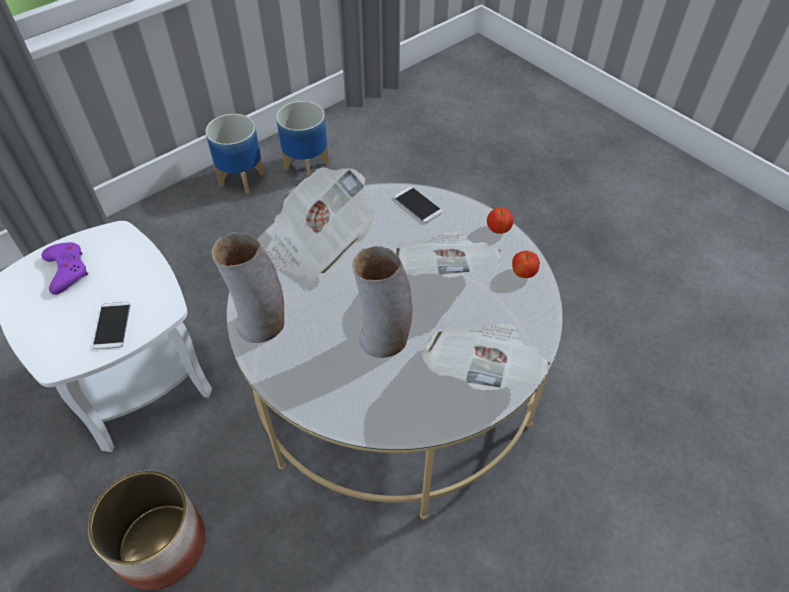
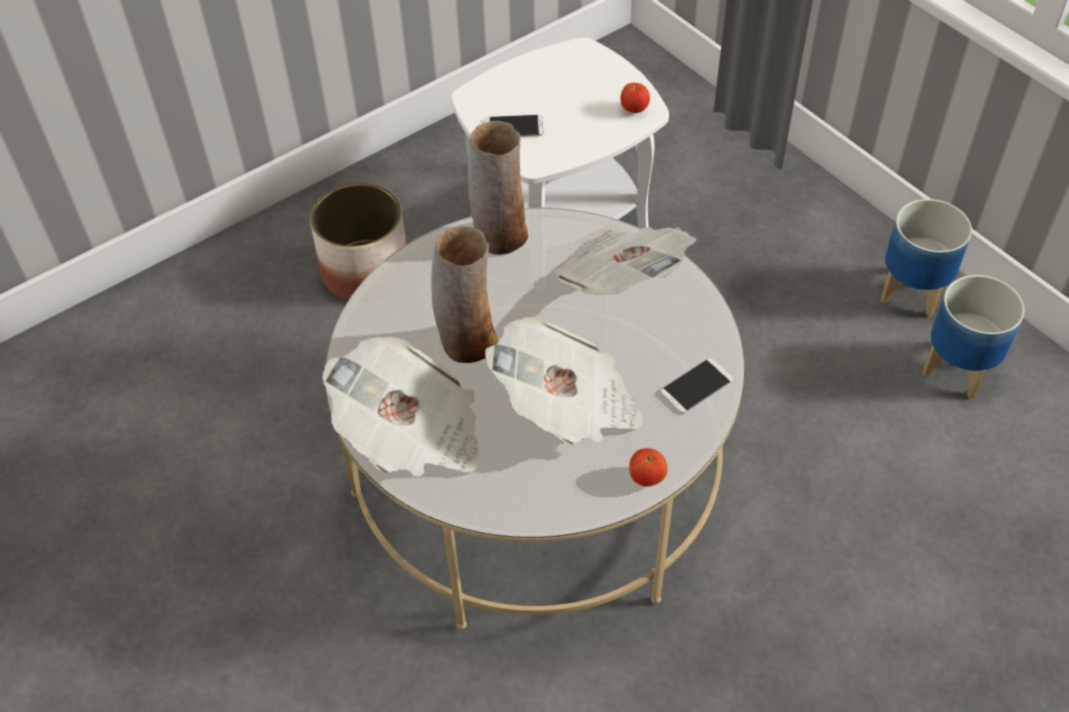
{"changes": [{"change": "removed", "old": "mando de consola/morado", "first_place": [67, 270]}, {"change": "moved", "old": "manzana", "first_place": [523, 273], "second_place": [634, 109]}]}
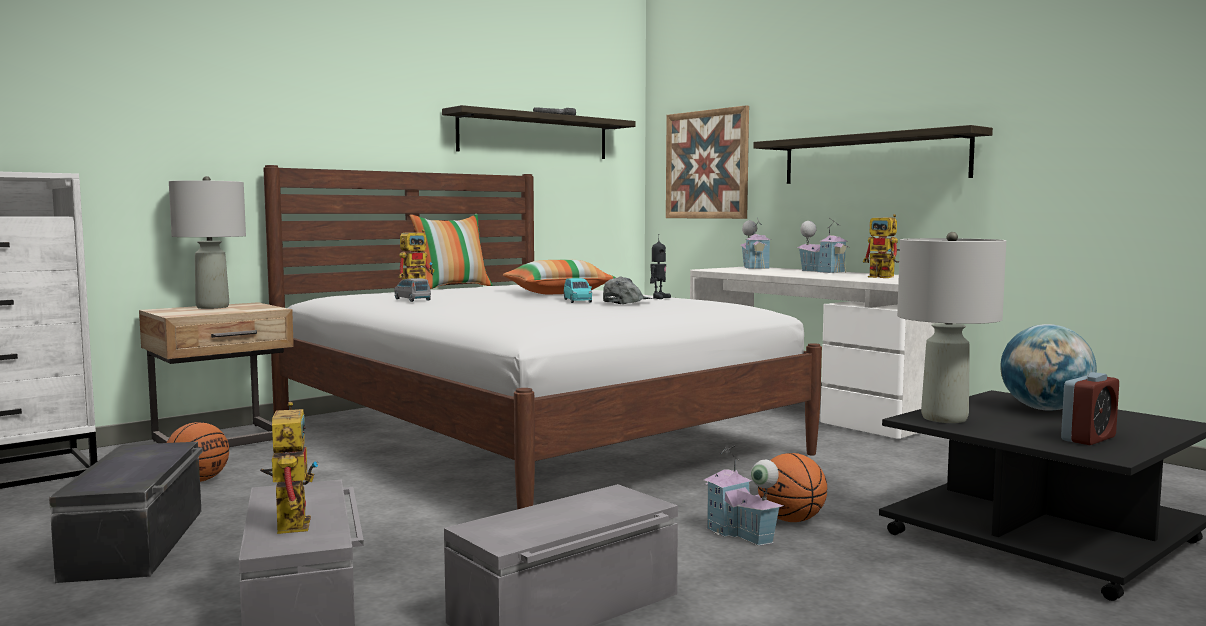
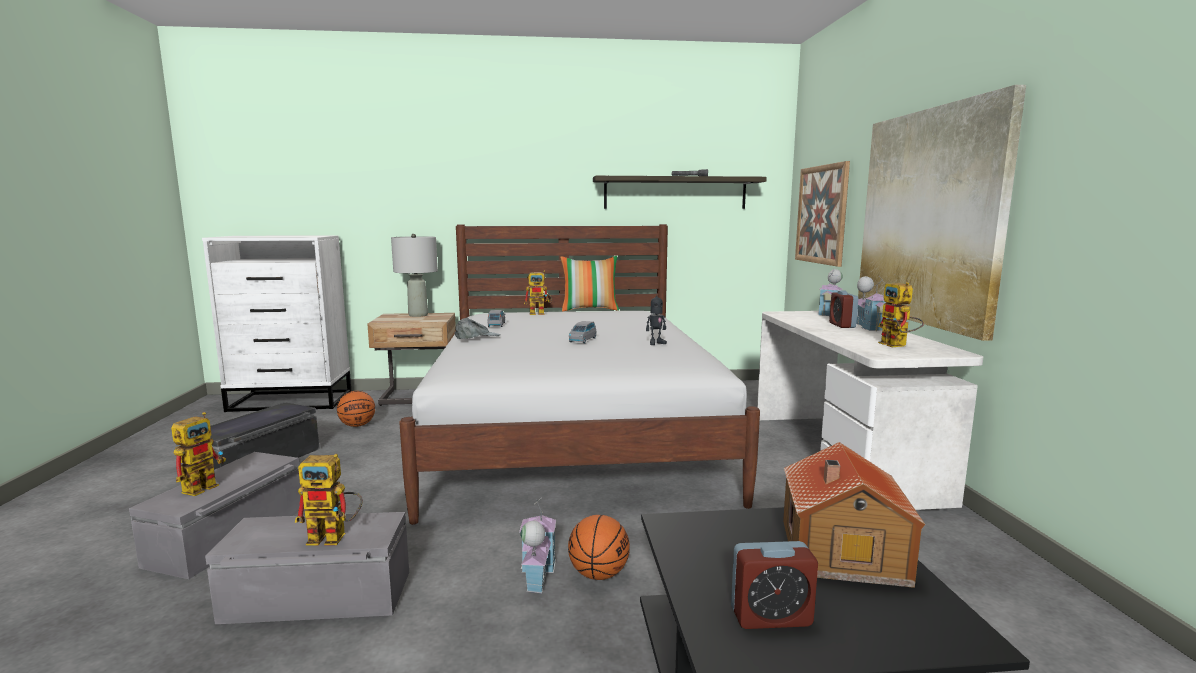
{"changes": [{"change": "replaced", "old": "estante", "new": "cuadro", "first_place": [872, 158], "second_place": [929, 217]}, {"change": "removed", "old": "lámpara de mesa/gris", "first_place": [944, 418]}, {"change": "removed", "old": "cojín", "first_place": [558, 293]}, {"change": "moved", "old": "gorra/gris", "first_place": [626, 302], "second_place": [477, 336]}, {"change": "recoloured", "old": "coche de juguete/turquesa", "new": "coche de juguete/gris", "first_place": [577, 301], "second_place": [582, 340]}, {"change": "replaced", "old": "globo terráqueo", "new": "casita", "first_place": [1044, 409], "second_place": [840, 552]}, {"change": "added", "new": "despertador", "second_place": [842, 325]}, {"change": "added", "new": "robot de juguete", "second_place": [335, 537]}]}
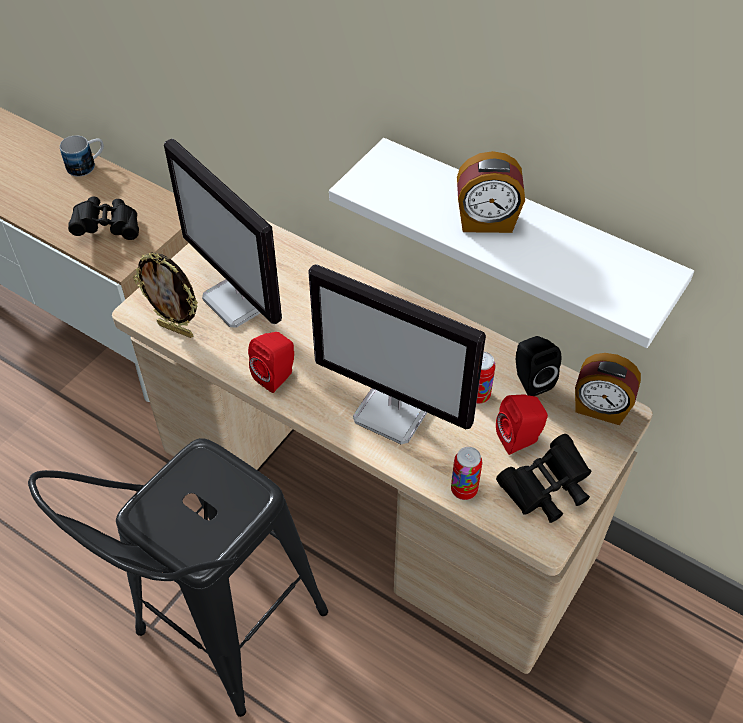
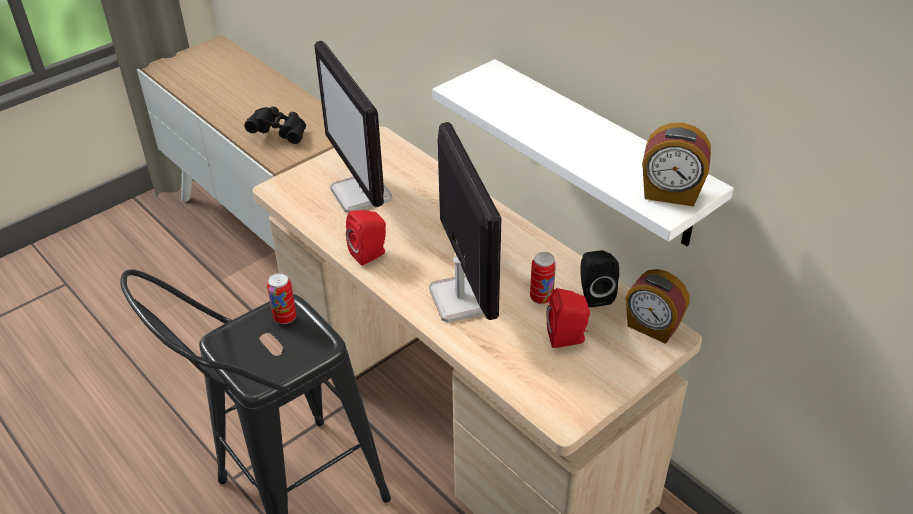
{"changes": [{"change": "removed", "old": "taza grande", "first_place": [87, 165]}, {"change": "moved", "old": "despertador", "first_place": [486, 222], "second_place": [670, 194]}, {"change": "removed", "old": "portarretratos", "first_place": [176, 329]}, {"change": "turned", "old": "monitor", "first_place": [394, 412], "second_place": [462, 297], "degrees": -150}, {"change": "removed", "old": "prismáticos/negro", "first_place": [546, 490]}, {"change": "moved", "old": "lata", "first_place": [464, 490], "second_place": [285, 318]}]}
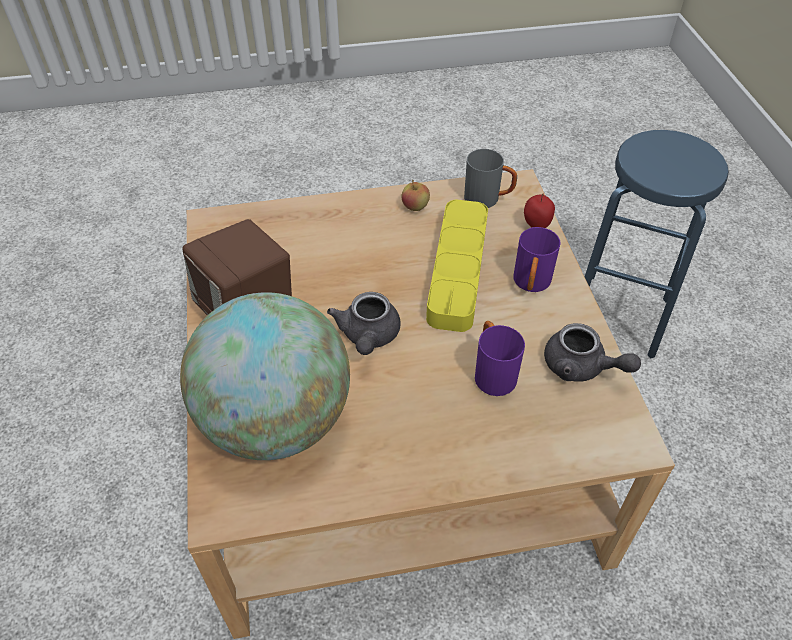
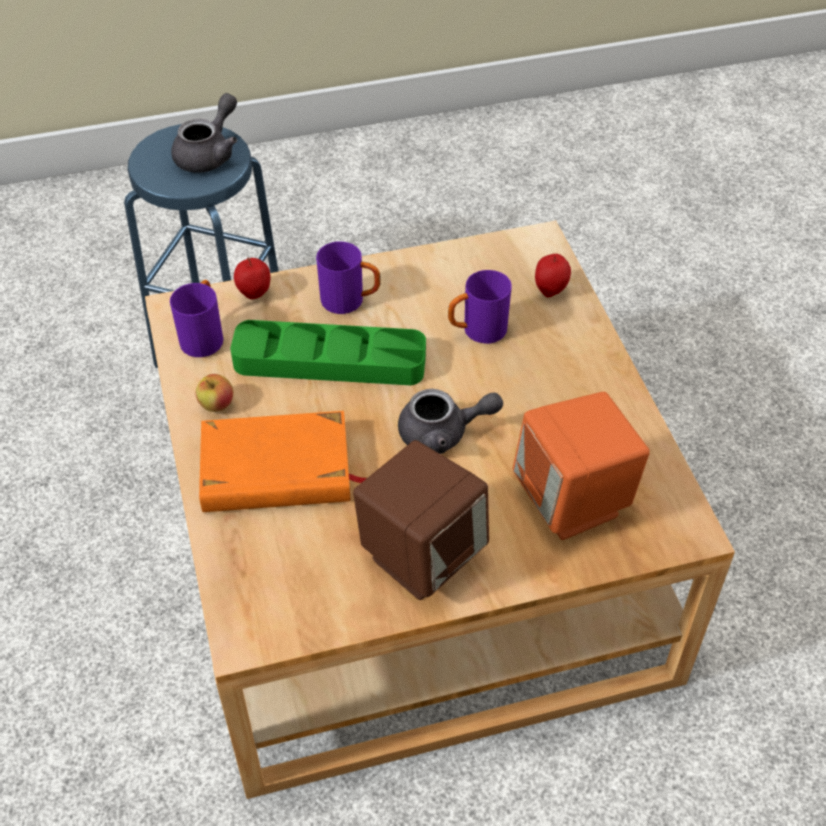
{"changes": [{"change": "recoloured", "old": "taza grande/gris", "new": "taza grande/morado", "first_place": [488, 199], "second_place": [204, 336]}, {"change": "recoloured", "old": "bandeja/amarillo", "new": "bandeja/verde", "first_place": [458, 269], "second_place": [329, 361]}, {"change": "replaced", "old": "globo terráqueo", "new": "altavoz/naranja", "first_place": [276, 421], "second_place": [573, 501]}, {"change": "moved", "old": "tetera/gris", "first_place": [581, 367], "second_place": [209, 154]}, {"change": "added", "new": "manzana", "second_place": [550, 291]}, {"change": "added", "new": "libro/naranja", "second_place": [277, 470]}]}
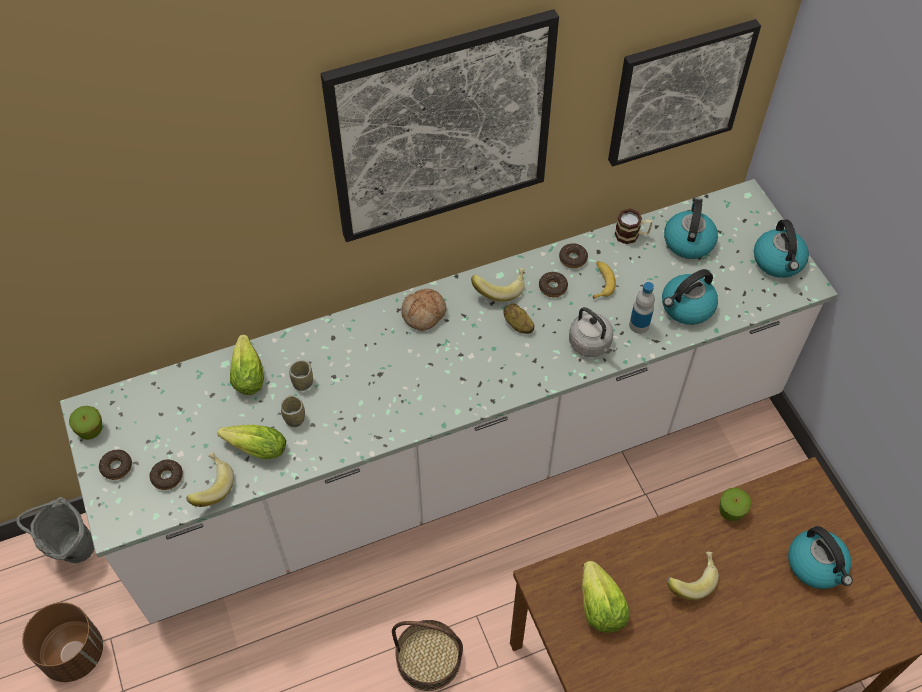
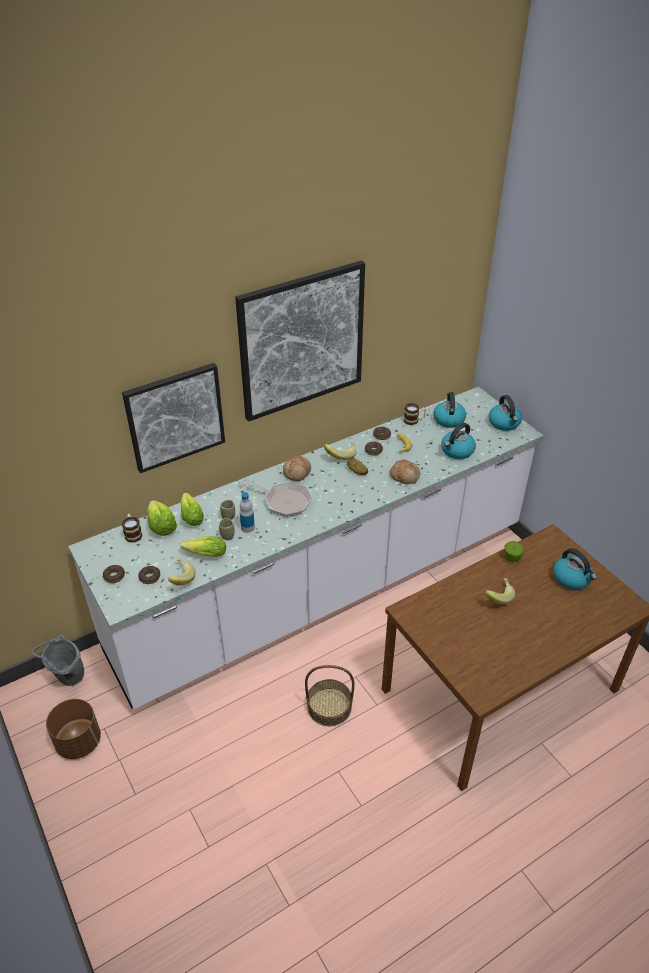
{"changes": [{"change": "moved", "old": "cuadro", "first_place": [678, 92], "second_place": [175, 417]}, {"change": "moved", "old": "botella", "first_place": [639, 325], "second_place": [247, 527]}, {"change": "replaced", "old": "hervidor/gris", "new": "pan", "first_place": [591, 345], "second_place": [405, 476]}, {"change": "removed", "old": "manzana", "first_place": [90, 430]}, {"change": "moved", "old": "lechuga", "first_place": [600, 607], "second_place": [161, 527]}, {"change": "added", "new": "sartén", "second_place": [284, 501]}, {"change": "added", "new": "taza grande", "second_place": [133, 533]}]}
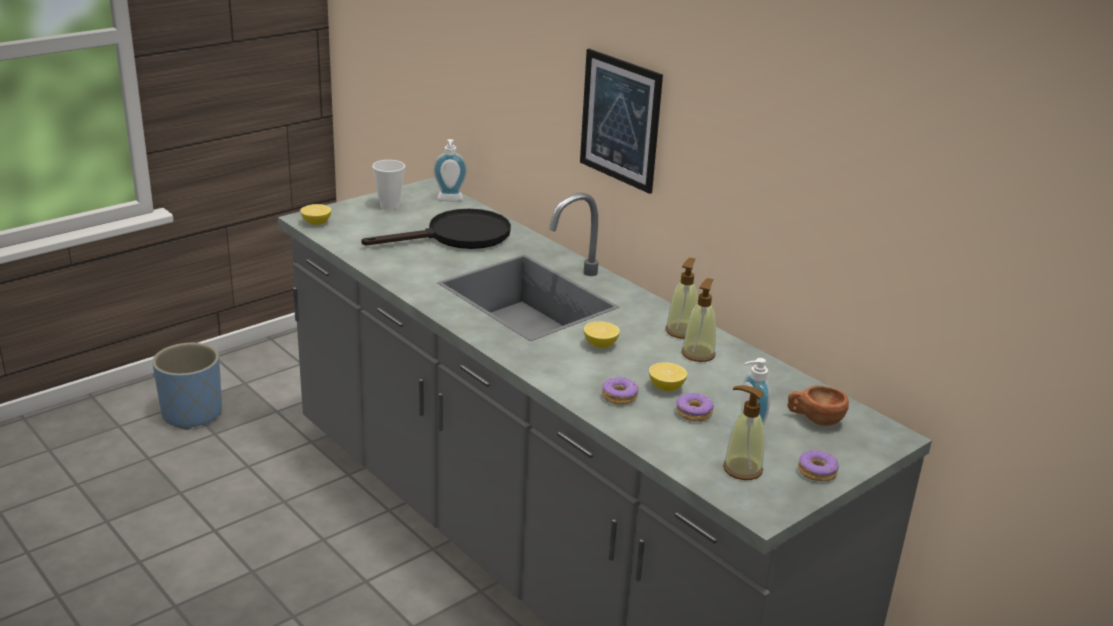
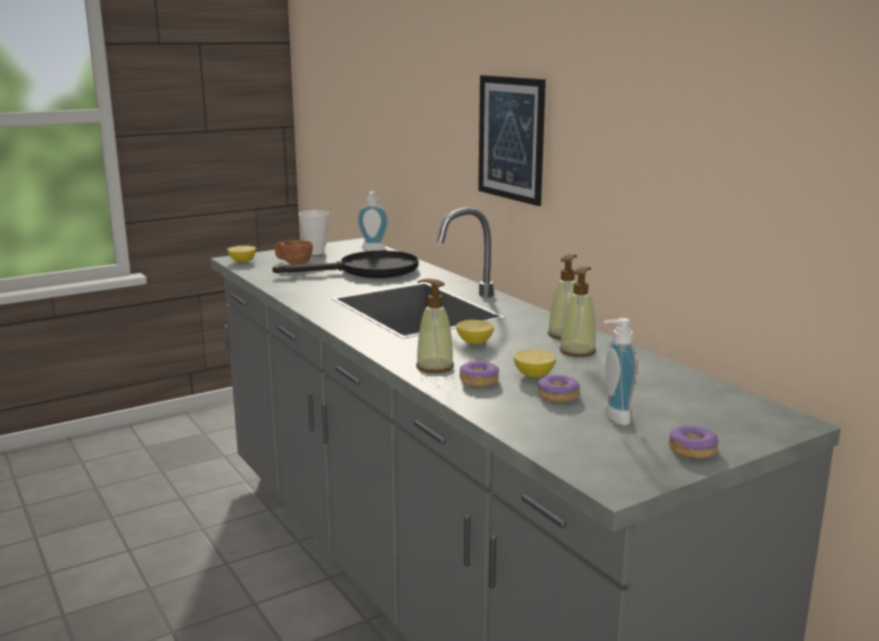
{"changes": [{"change": "removed", "old": "maceta/azul", "first_place": [192, 414]}, {"change": "moved", "old": "dispensador de jabón", "first_place": [742, 469], "second_place": [434, 367]}, {"change": "moved", "old": "taza/marrón", "first_place": [814, 419], "second_place": [293, 263]}]}
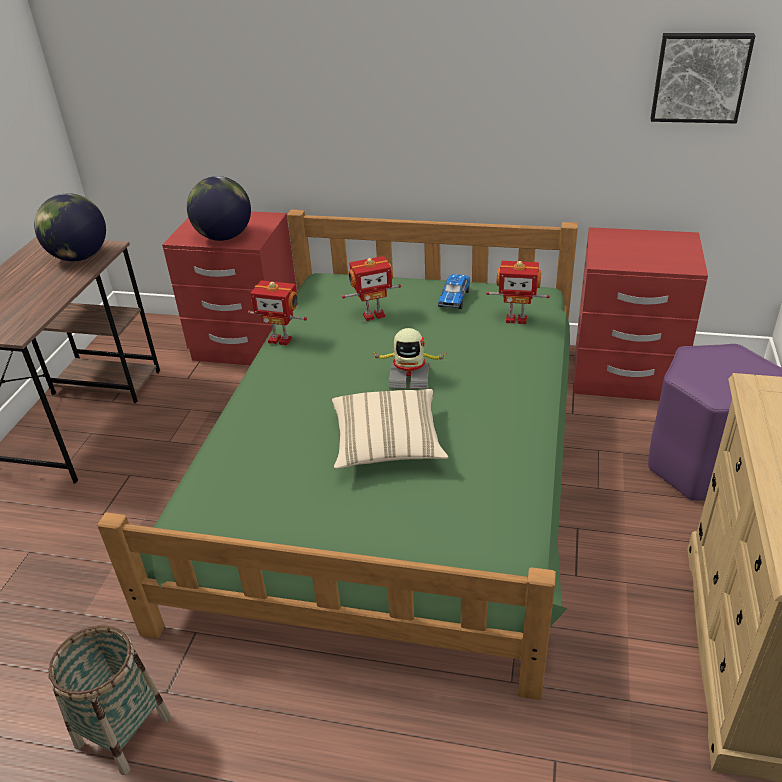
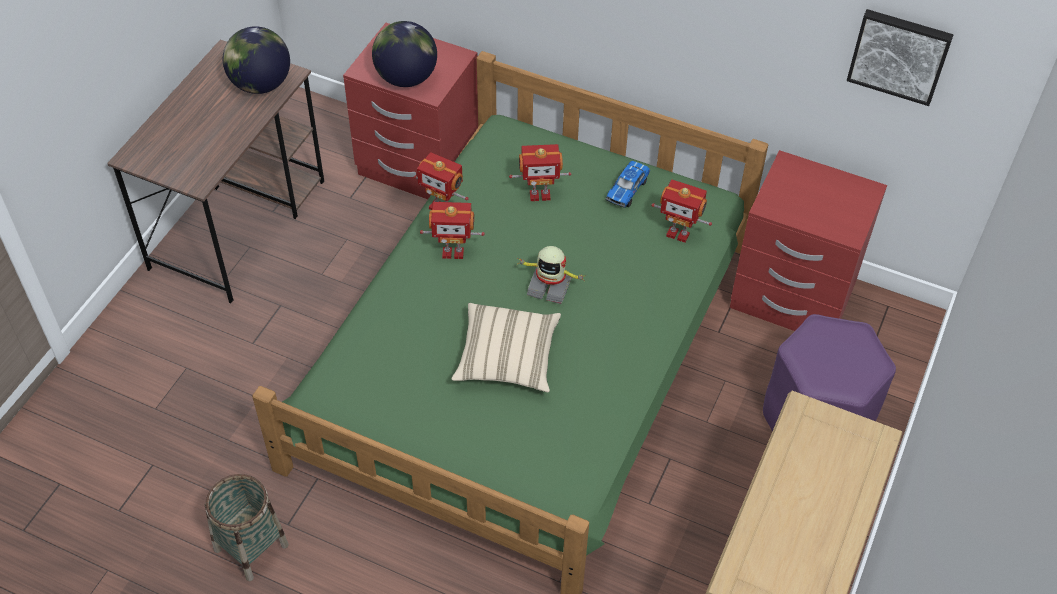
{"changes": [{"change": "added", "new": "robot de juguete", "second_place": [453, 252]}]}
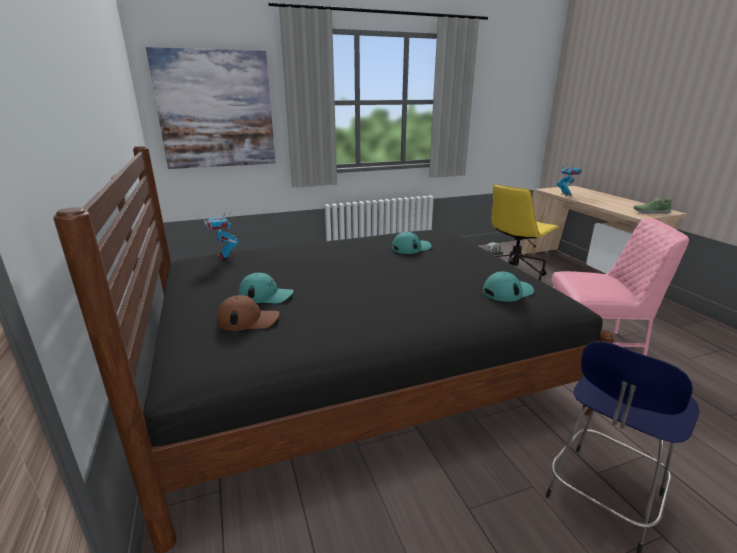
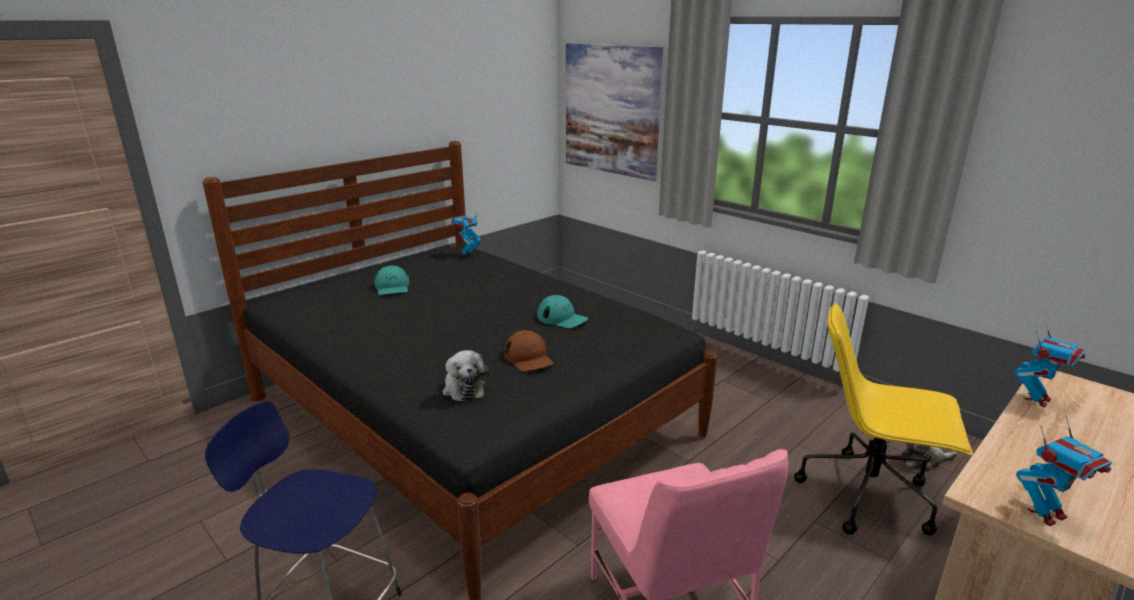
{"changes": [{"change": "replaced", "old": "zapato", "new": "robot de juguete", "first_place": [650, 212], "second_place": [1046, 514]}, {"change": "replaced", "old": "gorra/turquesa", "new": "peluche", "first_place": [507, 291], "second_place": [463, 388]}, {"change": "moved", "old": "gorra/marrón", "first_place": [248, 319], "second_place": [528, 358]}]}
